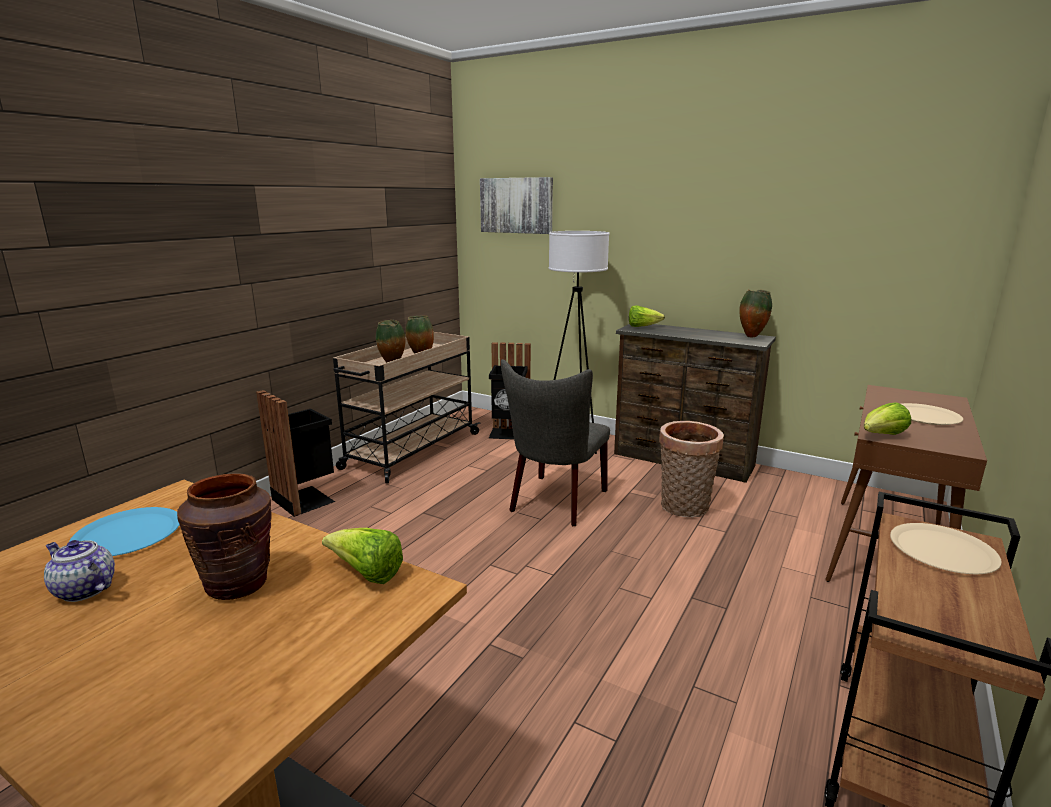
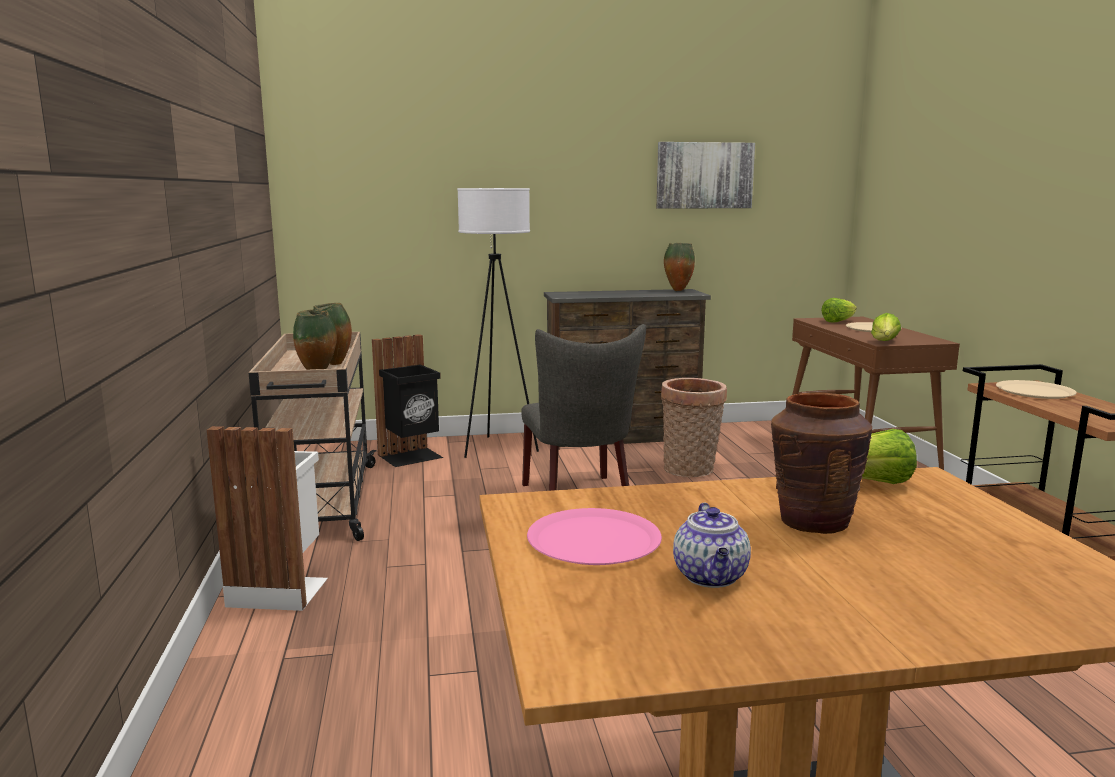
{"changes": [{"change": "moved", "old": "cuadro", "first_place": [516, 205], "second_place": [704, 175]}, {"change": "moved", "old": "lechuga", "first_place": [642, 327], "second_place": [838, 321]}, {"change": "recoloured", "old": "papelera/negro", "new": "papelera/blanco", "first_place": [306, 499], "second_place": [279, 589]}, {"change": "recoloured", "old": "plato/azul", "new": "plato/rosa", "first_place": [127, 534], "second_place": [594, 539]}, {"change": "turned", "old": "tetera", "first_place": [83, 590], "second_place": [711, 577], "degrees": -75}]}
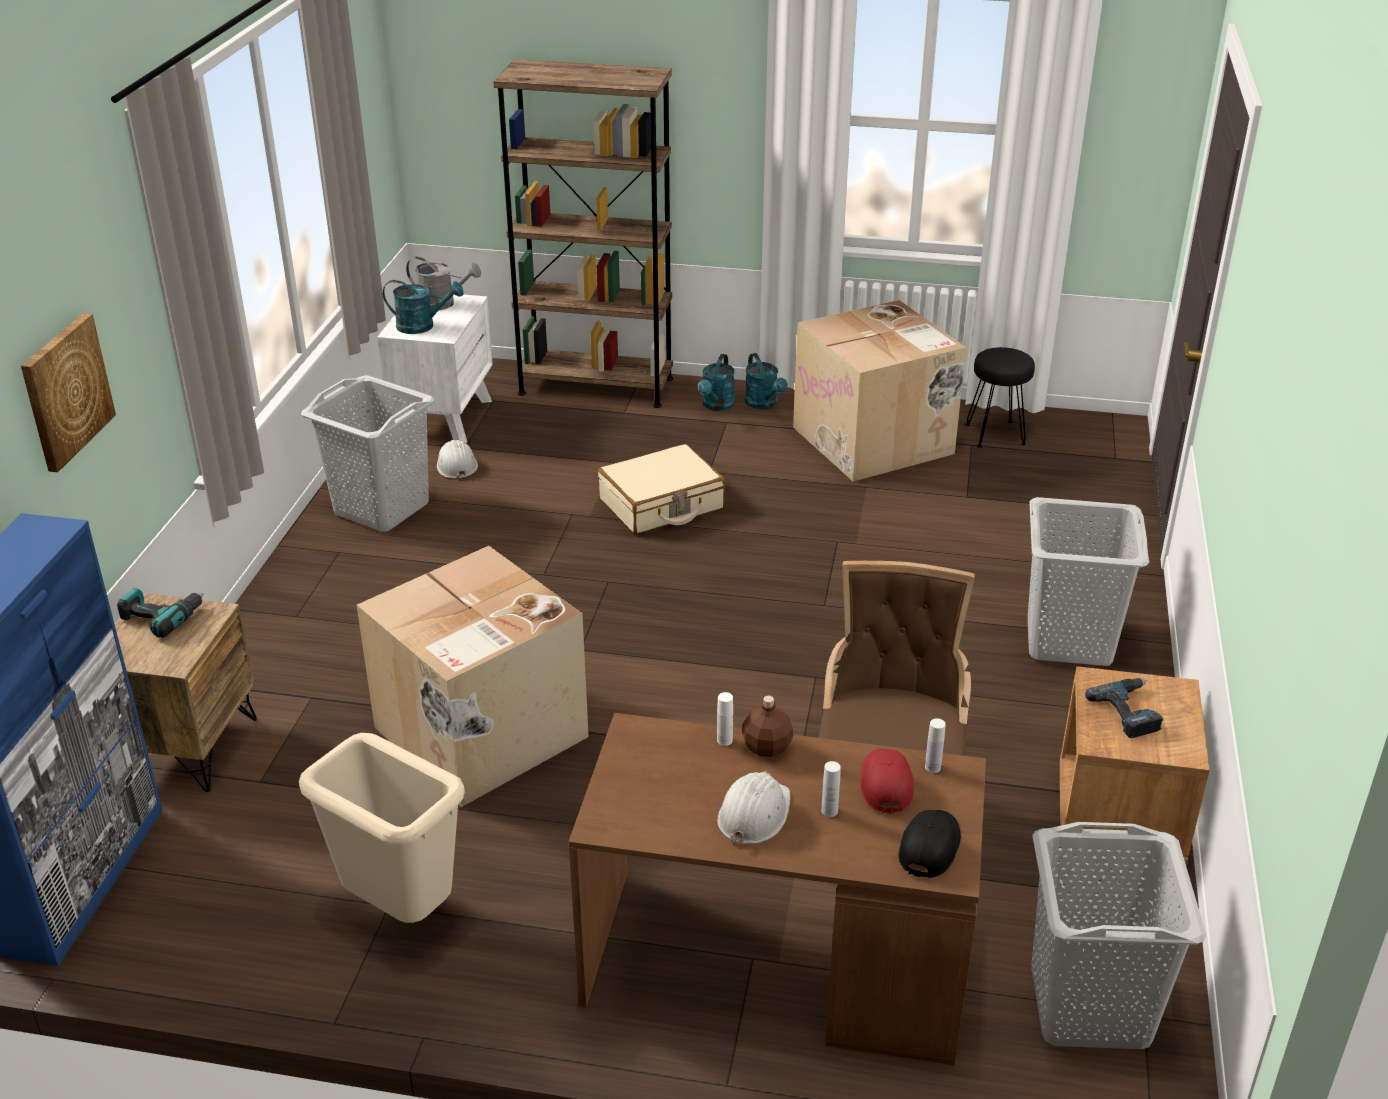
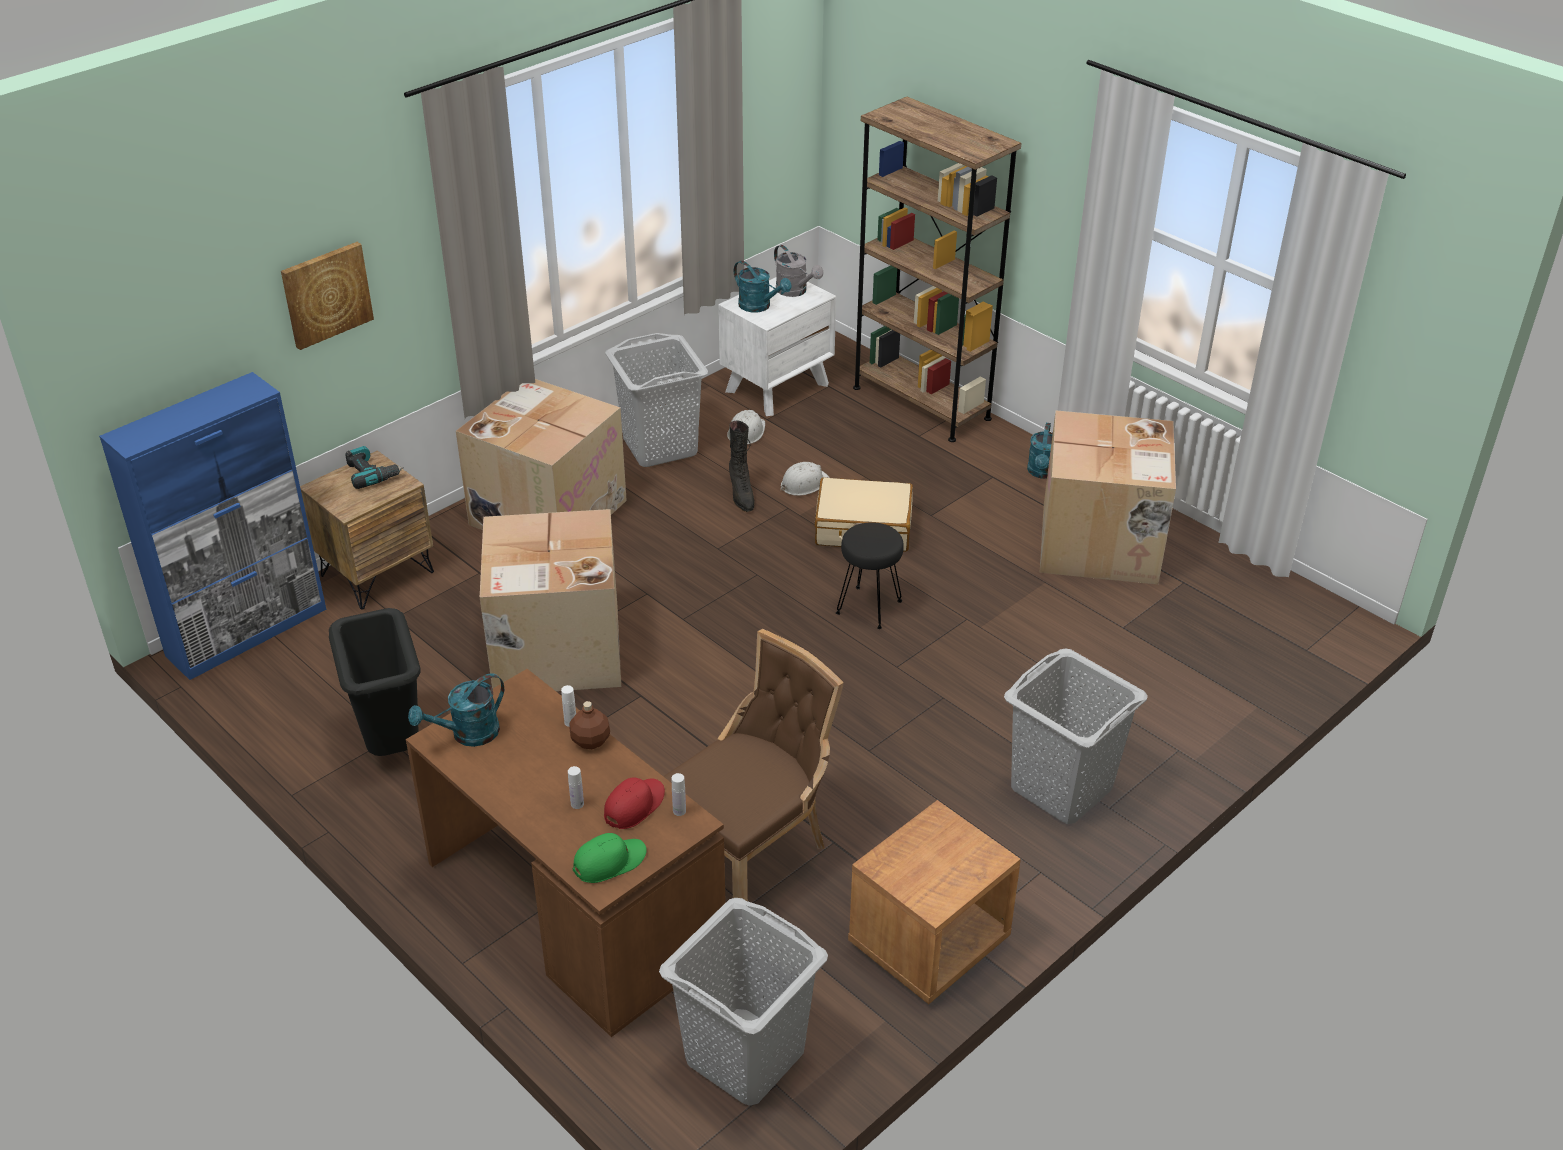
{"changes": [{"change": "moved", "old": "taburete/negro", "first_place": [996, 434], "second_place": [869, 608]}, {"change": "moved", "old": "regadera/turquesa", "first_place": [716, 406], "second_place": [467, 735]}, {"change": "removed", "old": "taladro", "first_place": [1130, 711]}, {"change": "recoloured", "old": "papelera/beis", "new": "papelera/negro", "first_place": [399, 910], "second_place": [391, 744]}, {"change": "moved", "old": "casco/blanco", "first_place": [754, 814], "second_place": [804, 484]}, {"change": "recoloured", "old": "gorra/negro", "new": "gorra/verde", "first_place": [929, 847], "second_place": [609, 862]}, {"change": "added", "new": "caja de cartón", "second_place": [548, 511]}, {"change": "added", "new": "bota/negro", "second_place": [741, 494]}]}
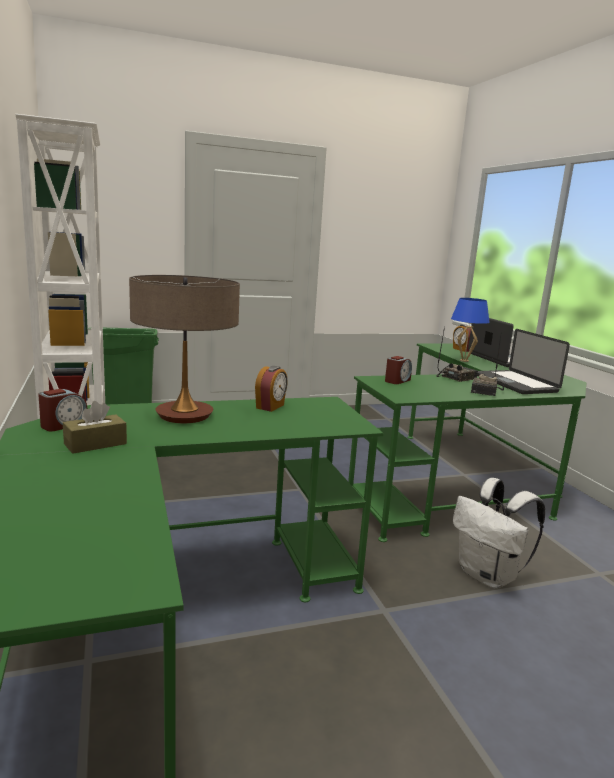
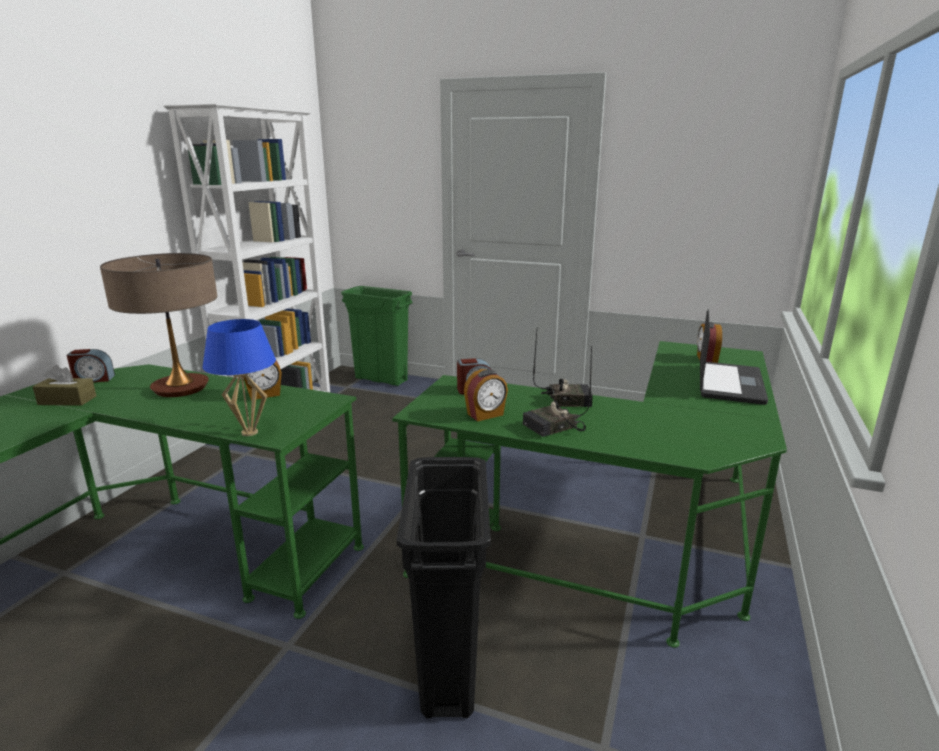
{"changes": [{"change": "moved", "old": "lámpara de mesa/azul", "first_place": [464, 361], "second_place": [249, 432]}, {"change": "removed", "old": "portátil", "first_place": [515, 383]}, {"change": "replaced", "old": "mochila/blanco", "new": "papelera/negro", "first_place": [489, 576], "second_place": [449, 669]}, {"change": "added", "new": "despertador", "second_place": [485, 415]}]}
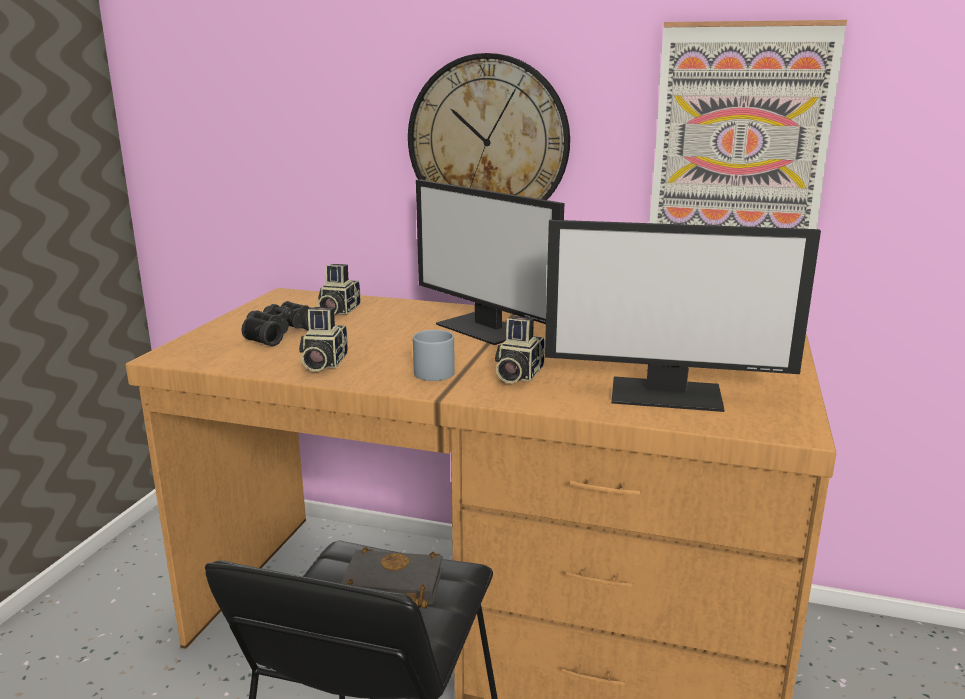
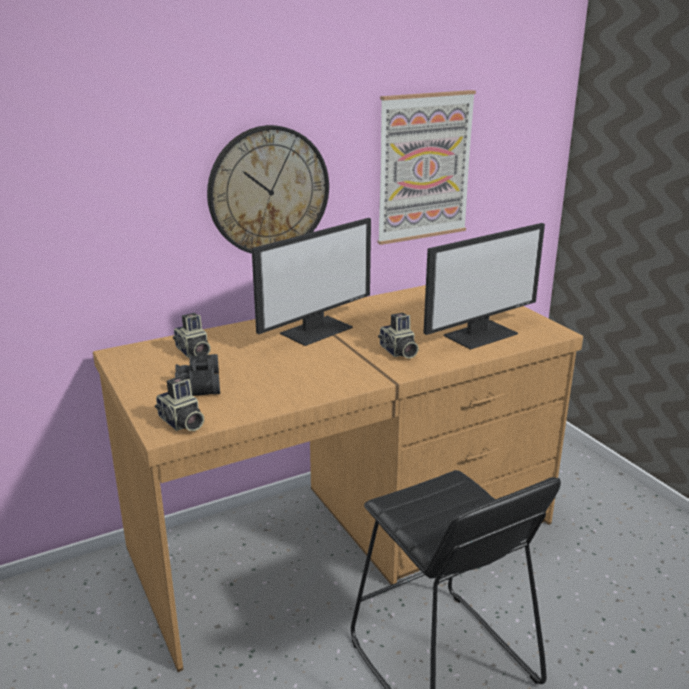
{"changes": [{"change": "turned", "old": "monitor", "first_place": [485, 328], "second_place": [316, 330], "degrees": -45}, {"change": "moved", "old": "cámara", "first_place": [322, 363], "second_place": [181, 423]}, {"change": "removed", "old": "taza grande/gris", "first_place": [431, 371]}, {"change": "removed", "old": "libro/negro", "first_place": [389, 587]}]}
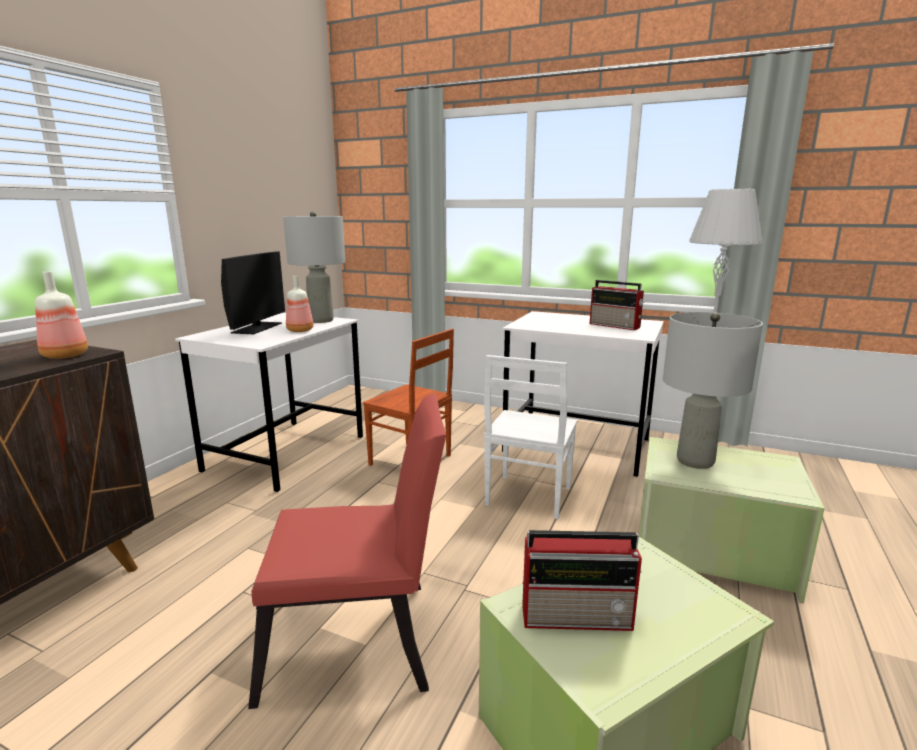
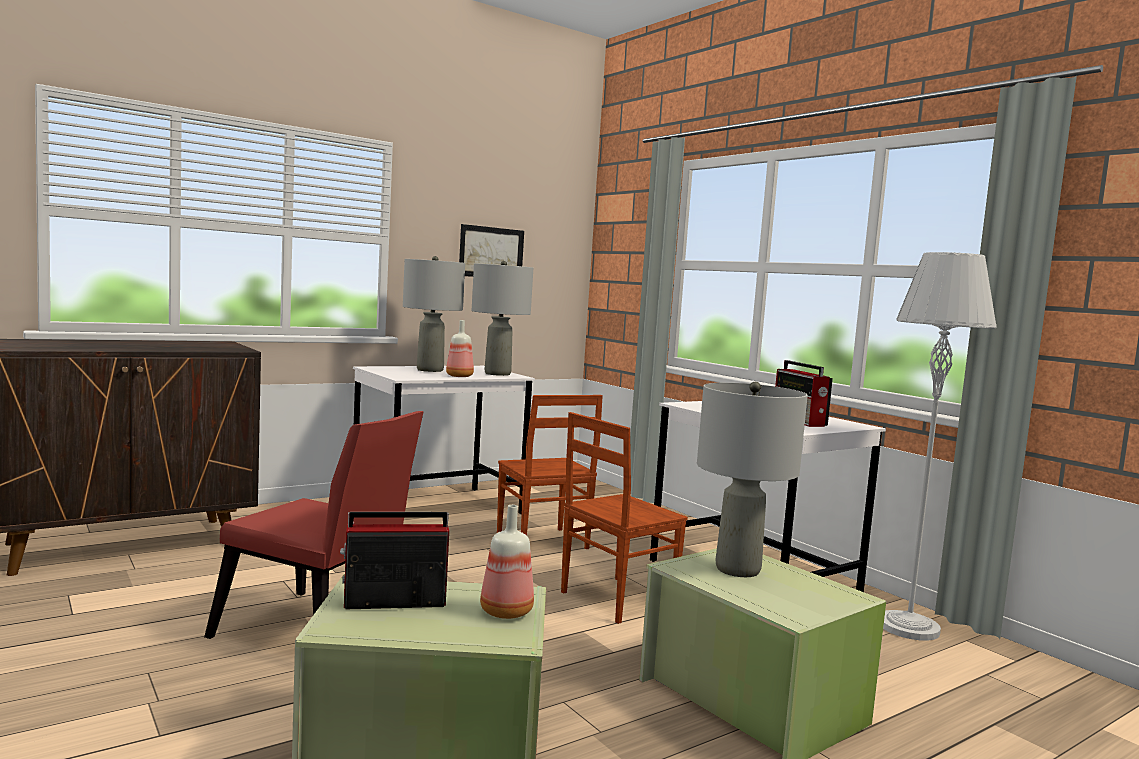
{"changes": [{"change": "replaced", "old": "monitor", "new": "lámpara de mesa/gris", "first_place": [257, 328], "second_place": [430, 370]}, {"change": "moved", "old": "botella", "first_place": [64, 355], "second_place": [505, 611]}, {"change": "recoloured", "old": "silla/blanco", "new": "silla/marrón", "first_place": [527, 497], "second_place": [615, 599]}, {"change": "turned", "old": "radio", "first_place": [578, 616], "second_place": [392, 602], "degrees": 135}, {"change": "added", "new": "cuadro", "second_place": [491, 252]}]}
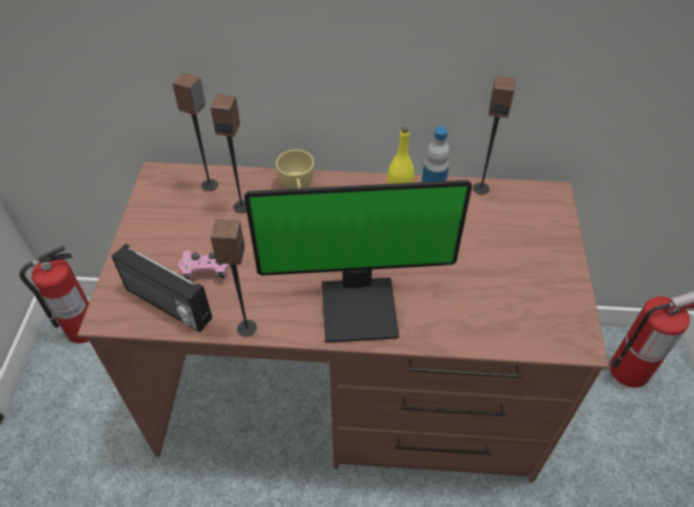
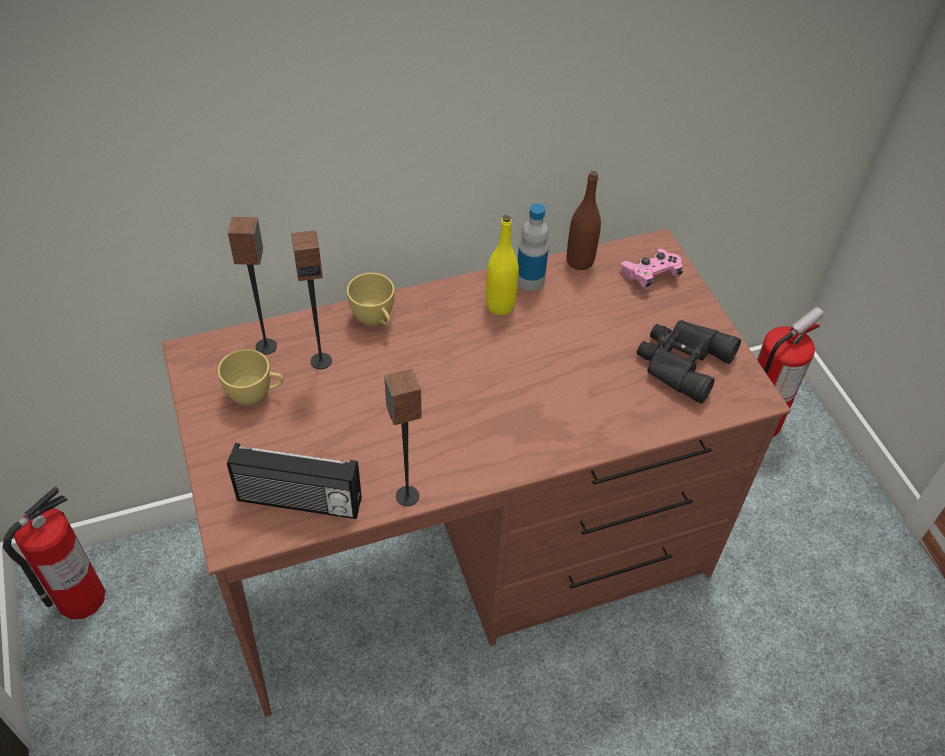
{"changes": [{"change": "replaced", "old": "altavoz", "new": "botella/marrón", "first_place": [481, 188], "second_place": [580, 261]}, {"change": "removed", "old": "monitor", "first_place": [360, 306]}, {"change": "moved", "old": "mando de consola/rosa", "first_place": [207, 270], "second_place": [650, 275]}, {"change": "added", "new": "prismáticos/negro", "second_place": [681, 362]}, {"change": "added", "new": "taza/amarillo", "second_place": [256, 394]}]}
